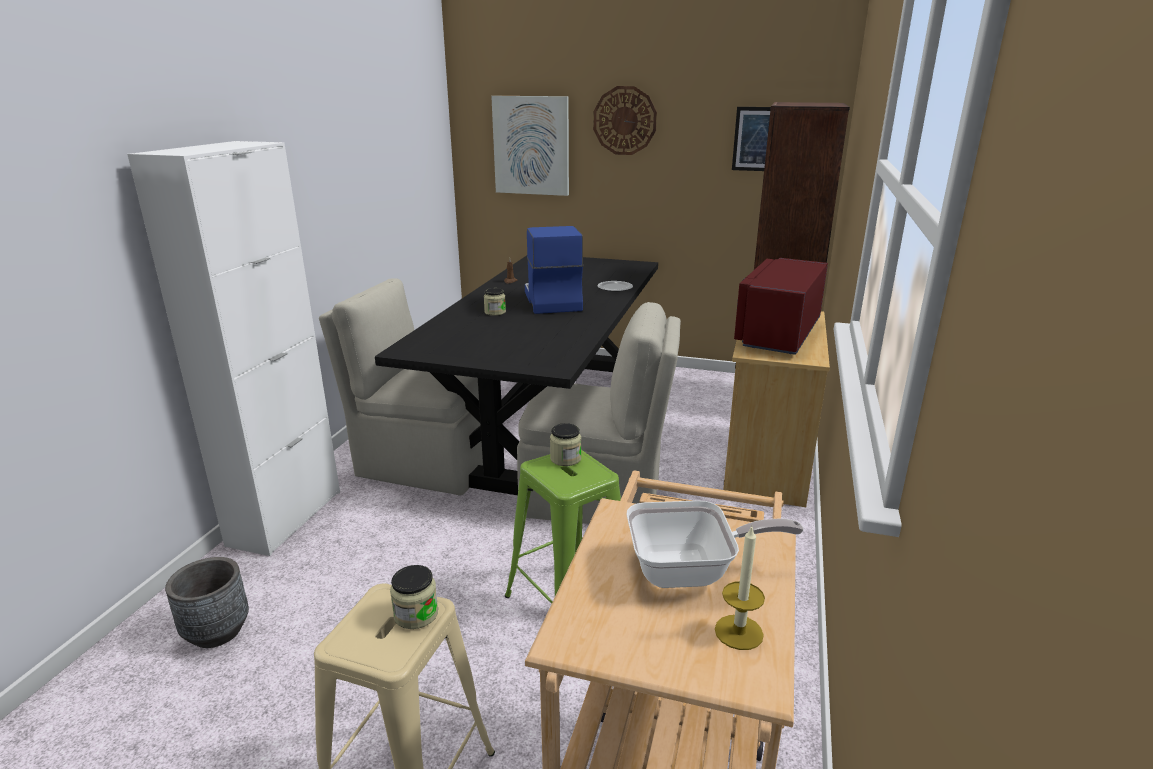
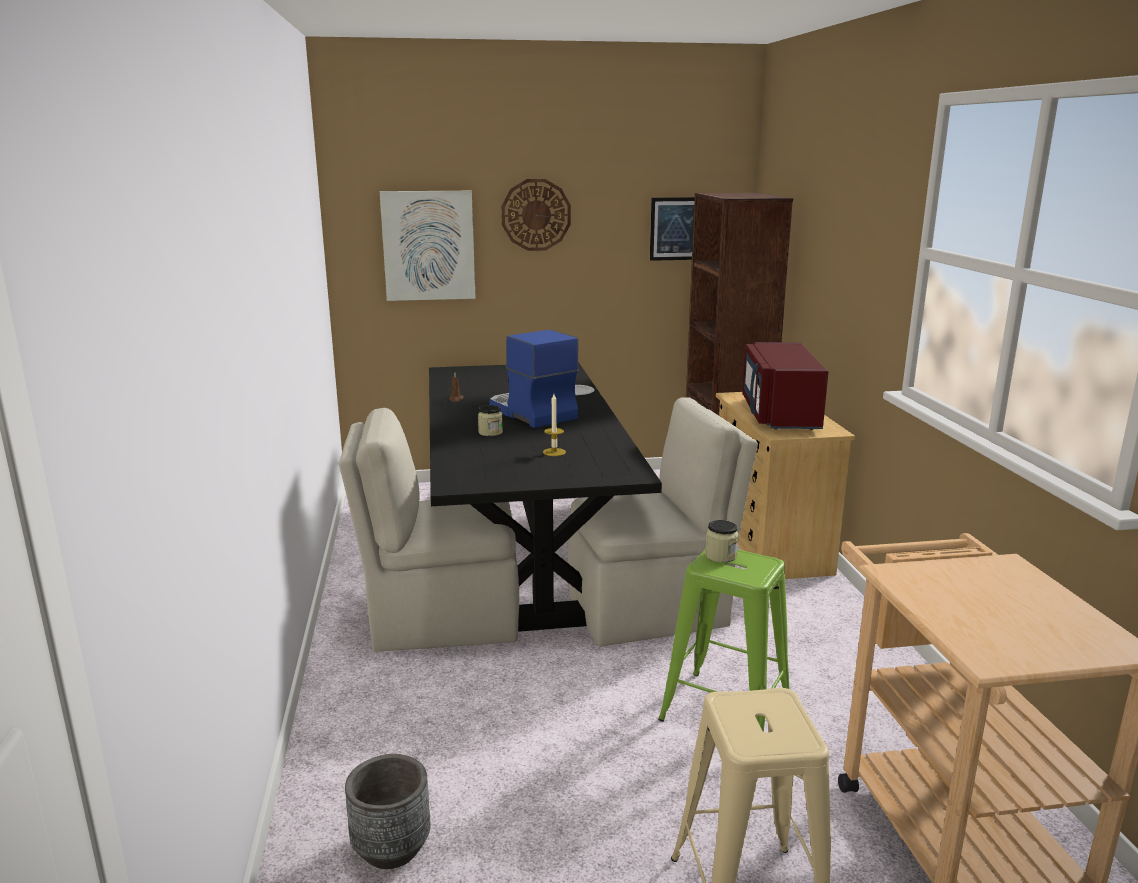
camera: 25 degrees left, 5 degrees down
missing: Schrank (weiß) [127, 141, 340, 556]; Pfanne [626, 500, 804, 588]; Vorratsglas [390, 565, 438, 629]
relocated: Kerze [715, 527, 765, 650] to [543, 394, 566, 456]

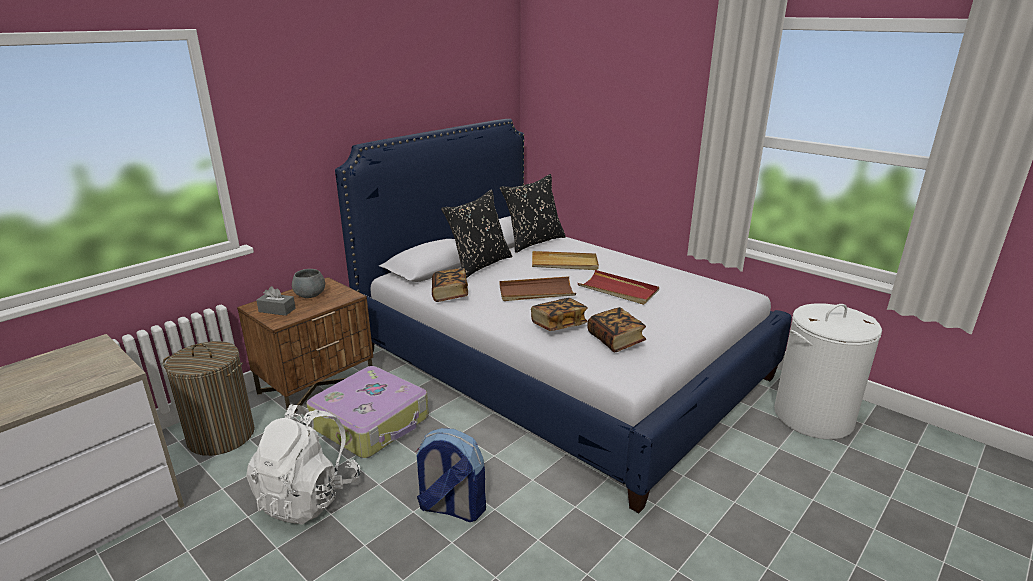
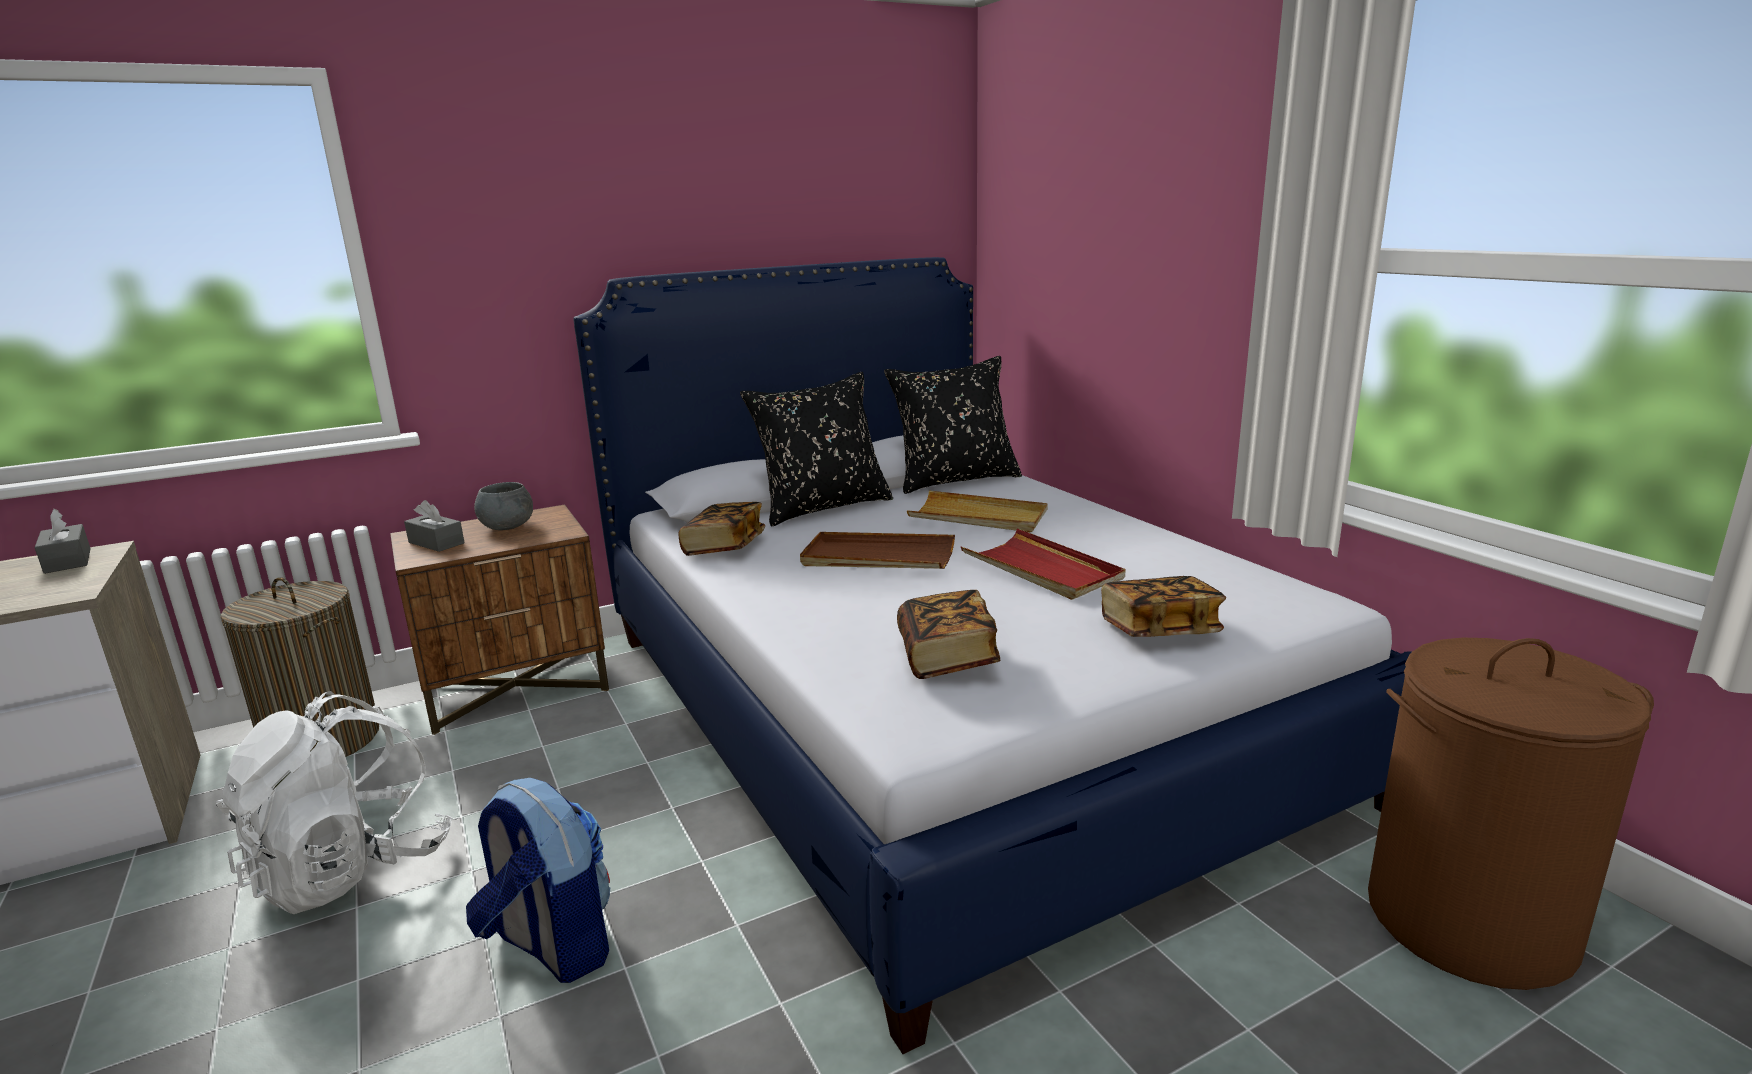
camera: 20 degrees right, 5 degrees down
missing: Koffer [306, 366, 429, 458]
appeared: Taschentuchbox (grau) [34, 509, 91, 574]
relocated: Buch [531, 298, 587, 331] to [1101, 576, 1226, 637]
colour: Wäschekorb (weiß) [774, 303, 882, 439] to Wäschekorb (braun) [1368, 638, 1654, 990]

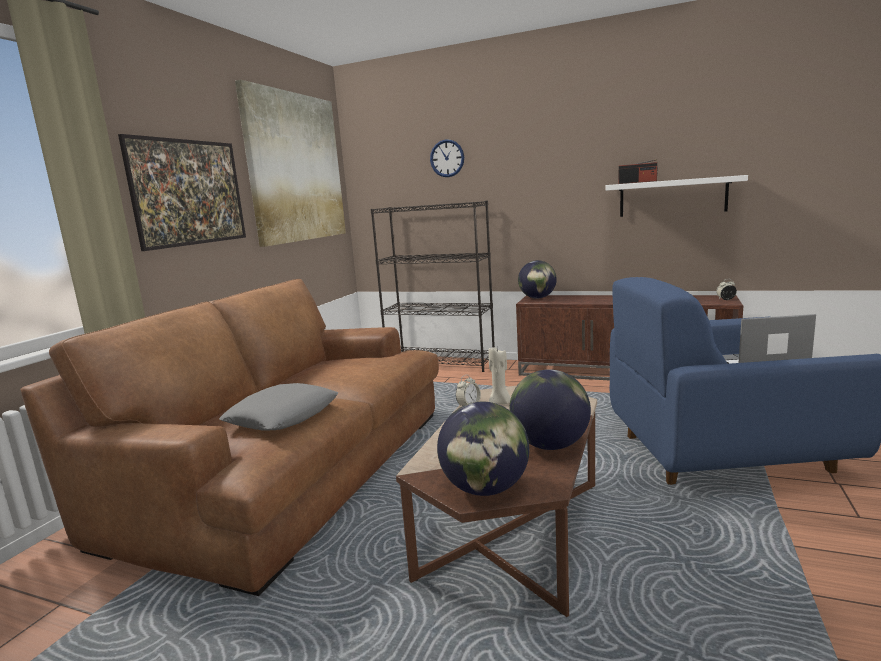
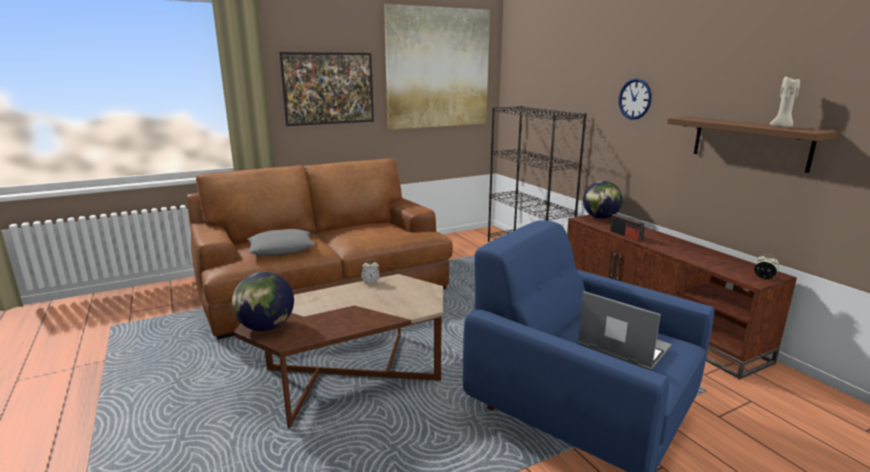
camera: 40 degrees right, 5 degrees up
missing: Globus [509, 369, 591, 450]
relocated: Wanduhr [430, 139, 464, 177] to [619, 78, 652, 120]; Radio [619, 159, 658, 184] to [610, 214, 645, 241]; Kerze (beige) [488, 347, 511, 404] to [770, 77, 800, 128]
colour: Wandregal (weiß) [606, 175, 748, 217] to Wandregal (braun) [667, 117, 838, 173]

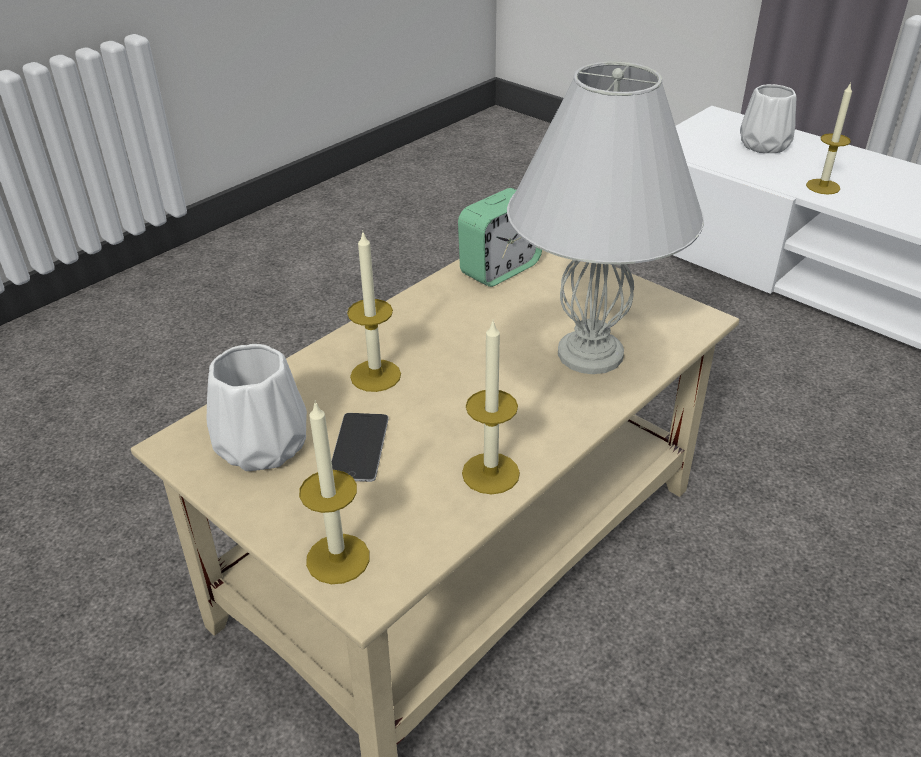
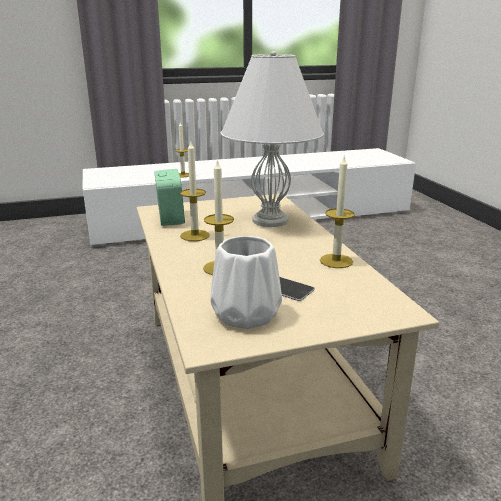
camera: 60 degrees left, 15 degrees down
missing: Vase (weiß) [740, 84, 796, 153]
relocated: Kerze [299, 400, 370, 584] to [180, 140, 210, 241]

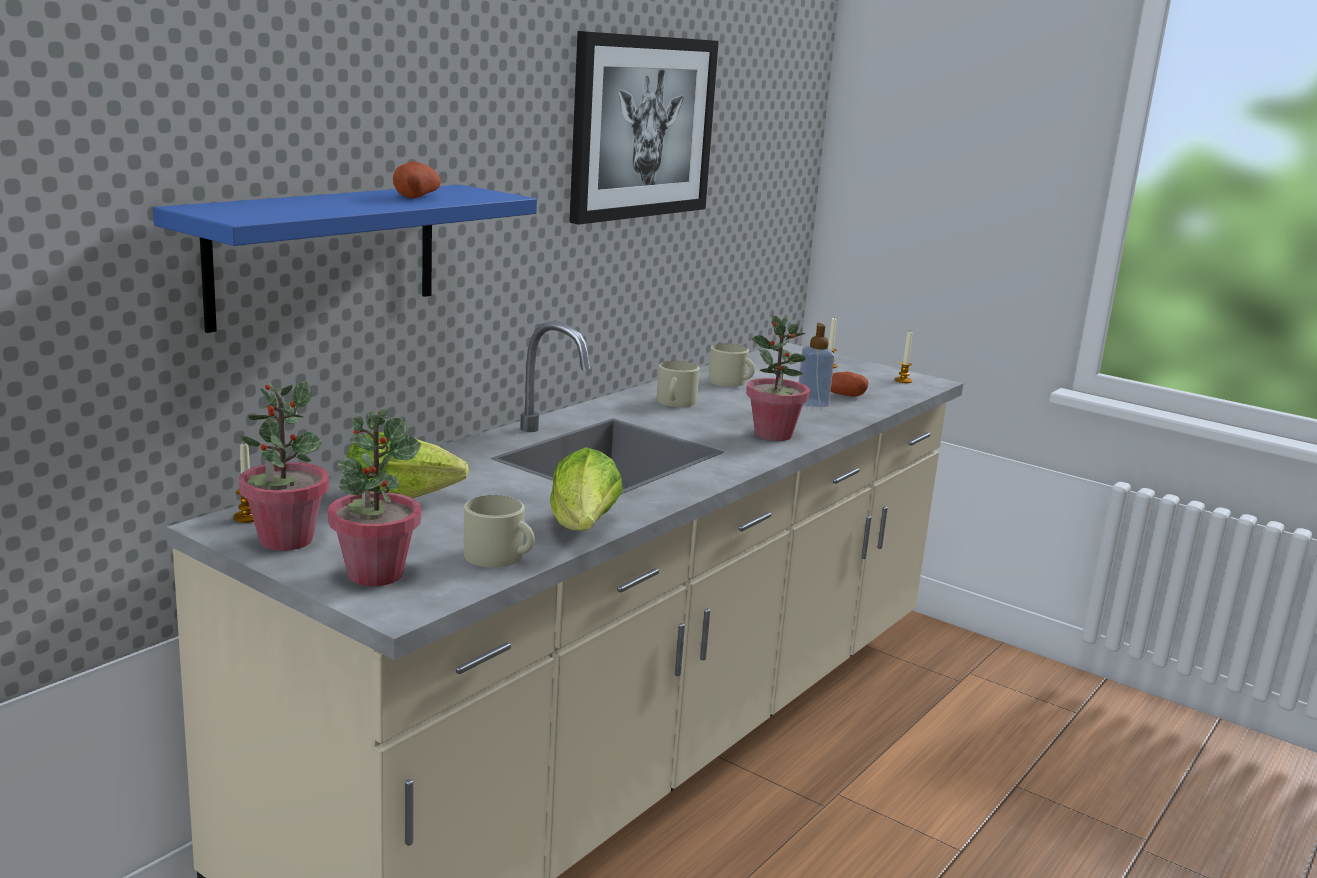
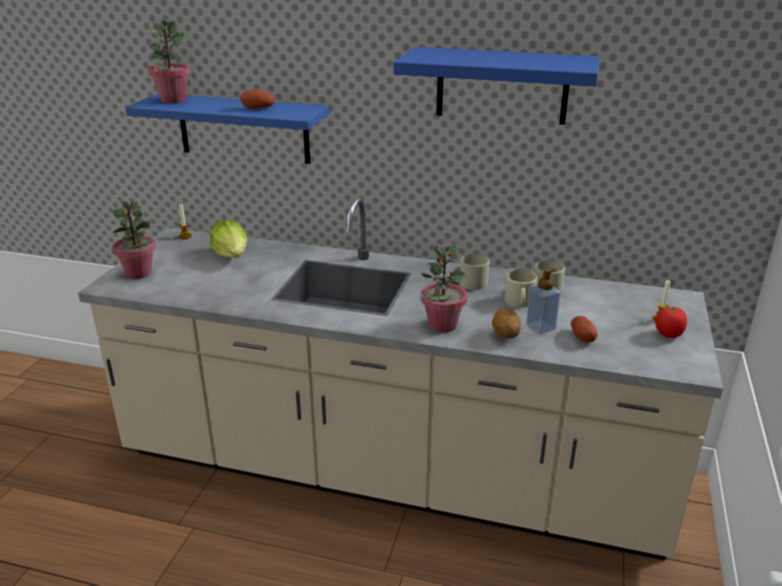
camera: 70 degrees right, 10 degrees up
missing: Kerze [895, 332, 912, 383]; Salatkopf [550, 447, 623, 531]
appeared: Tomate [655, 306, 687, 338]; Kartoffel [492, 308, 521, 339]
relocated: Topfpflanze [239, 381, 329, 551] to [148, 20, 190, 103]; Henkelbecher (beige) [464, 495, 535, 568] to [505, 270, 537, 308]
exchanged: Bild [569, 31, 719, 225] to Wandregal (blau) [394, 47, 600, 125]

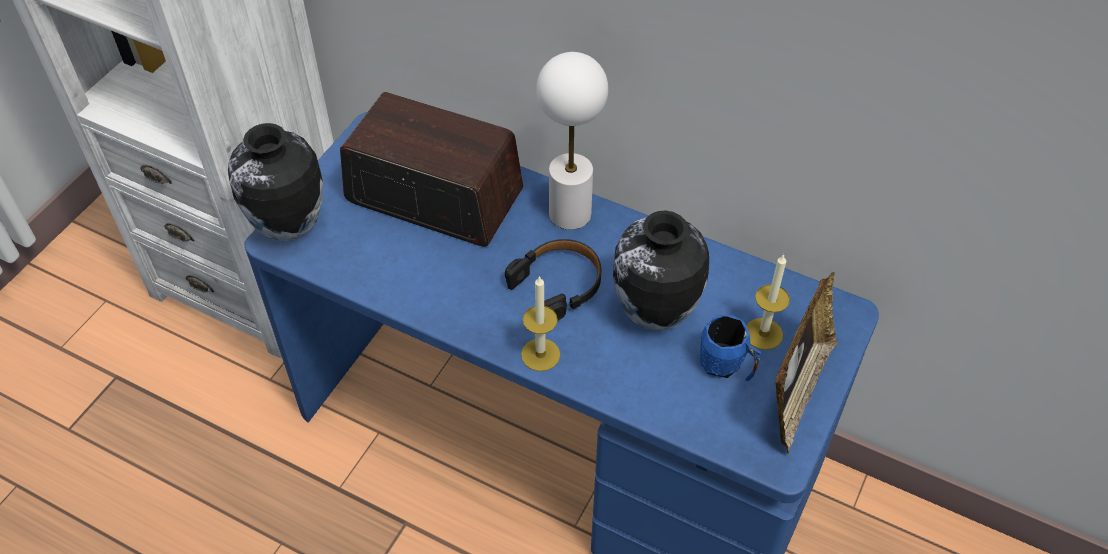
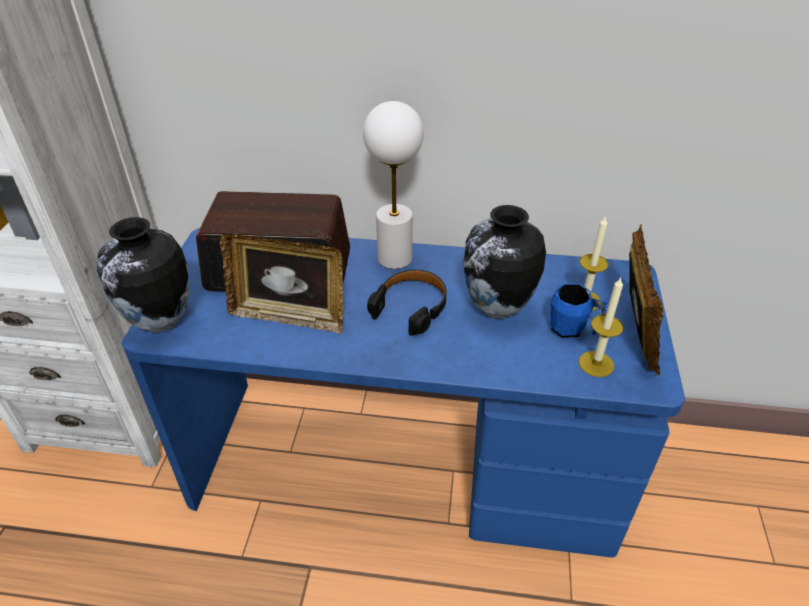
camera: 20 degrees left, 10 degrees down
appeared: Bilderrahmen [220, 234, 343, 334]
relocated: Kerze [521, 276, 560, 371] to [579, 278, 623, 377]

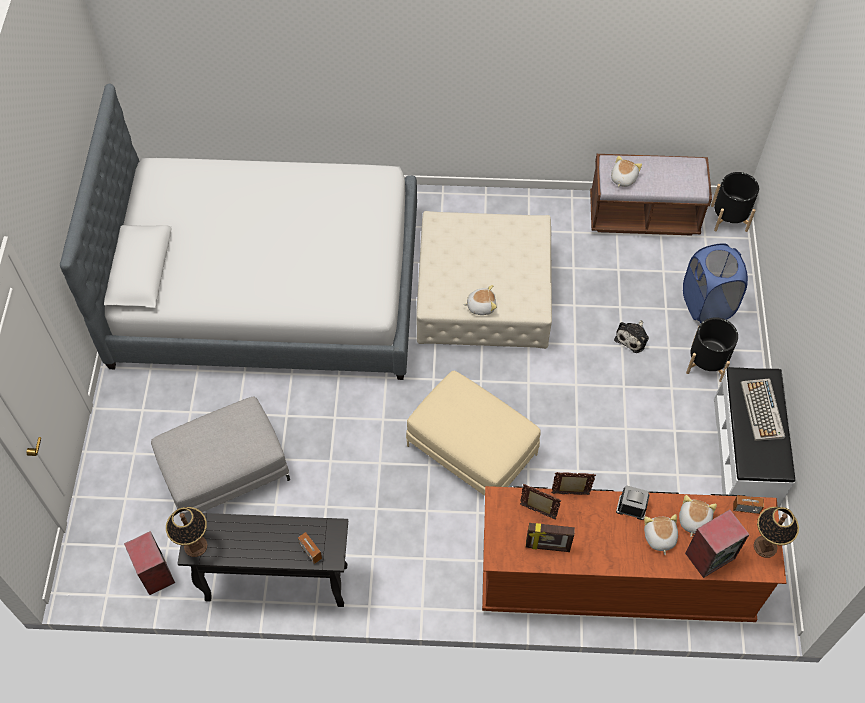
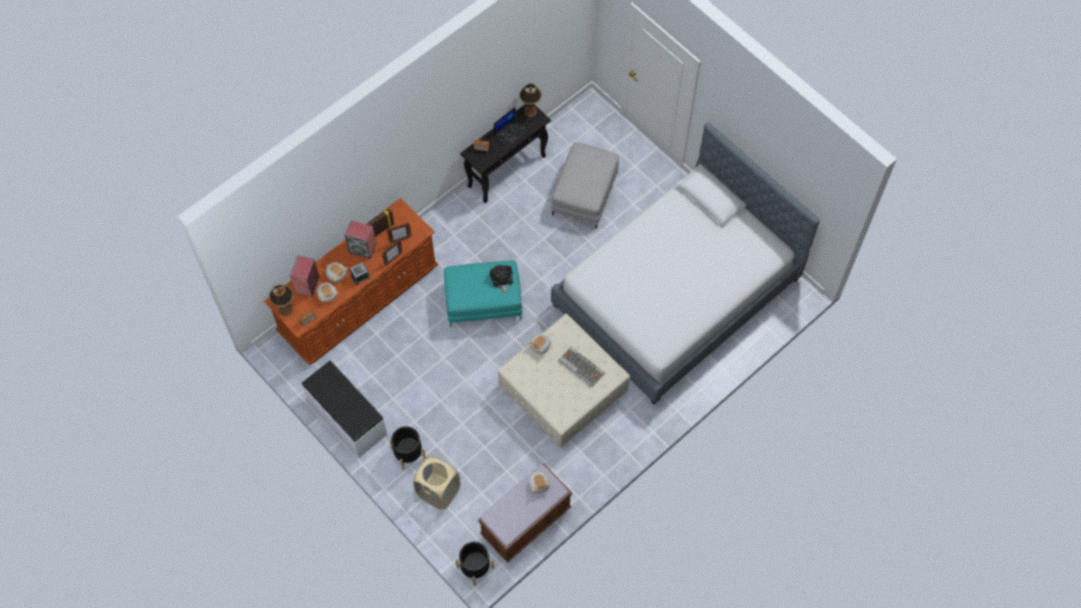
camera: 135 degrees right, 5 degrees up
appeared: Laptop [494, 107, 530, 148]
relocated: Plüschtier [614, 320, 649, 353] to [490, 265, 513, 294]; Tastatur [741, 378, 785, 441] to [558, 347, 605, 387]; Lautsprecher [124, 531, 175, 595] to [345, 221, 377, 259]
colour: Wäschekorb (blau) [683, 243, 748, 323] to Wäschekorb (beige) [413, 456, 460, 510]; Polsterhocker (beige) [406, 371, 541, 496] to Polsterhocker (türkis) [444, 261, 522, 327]

